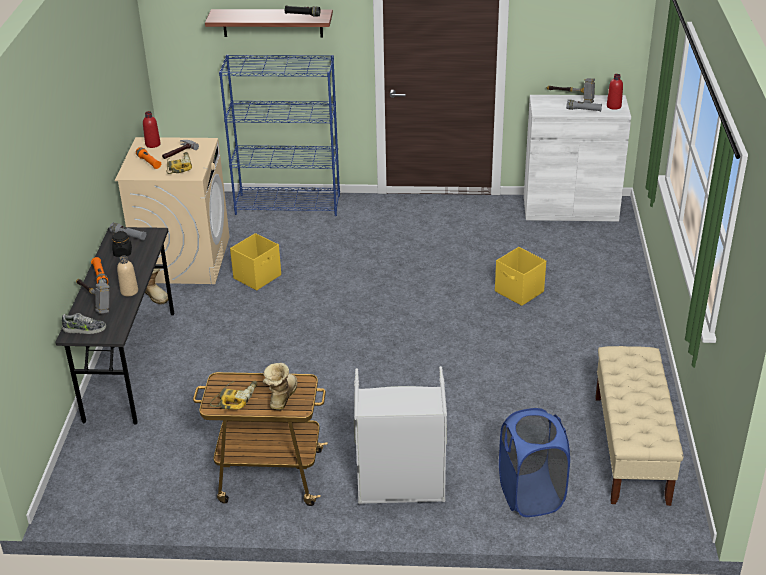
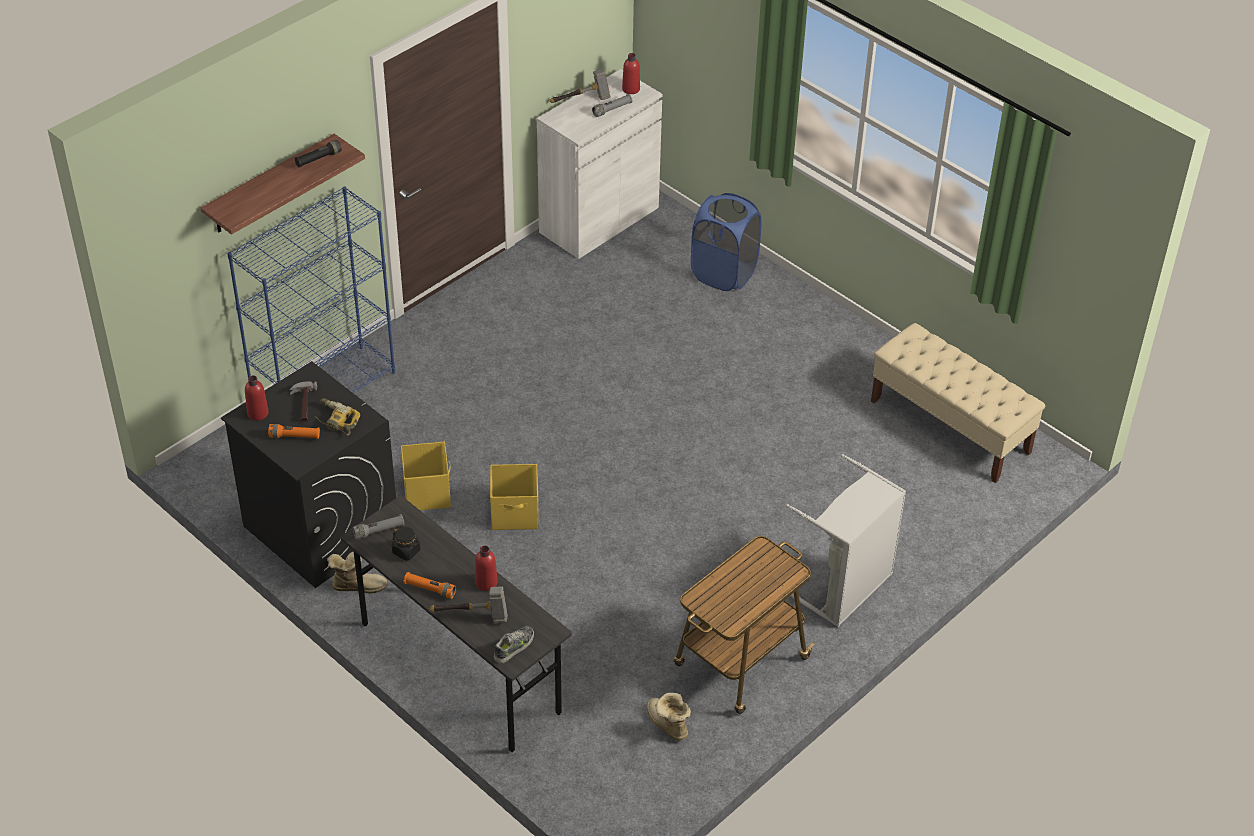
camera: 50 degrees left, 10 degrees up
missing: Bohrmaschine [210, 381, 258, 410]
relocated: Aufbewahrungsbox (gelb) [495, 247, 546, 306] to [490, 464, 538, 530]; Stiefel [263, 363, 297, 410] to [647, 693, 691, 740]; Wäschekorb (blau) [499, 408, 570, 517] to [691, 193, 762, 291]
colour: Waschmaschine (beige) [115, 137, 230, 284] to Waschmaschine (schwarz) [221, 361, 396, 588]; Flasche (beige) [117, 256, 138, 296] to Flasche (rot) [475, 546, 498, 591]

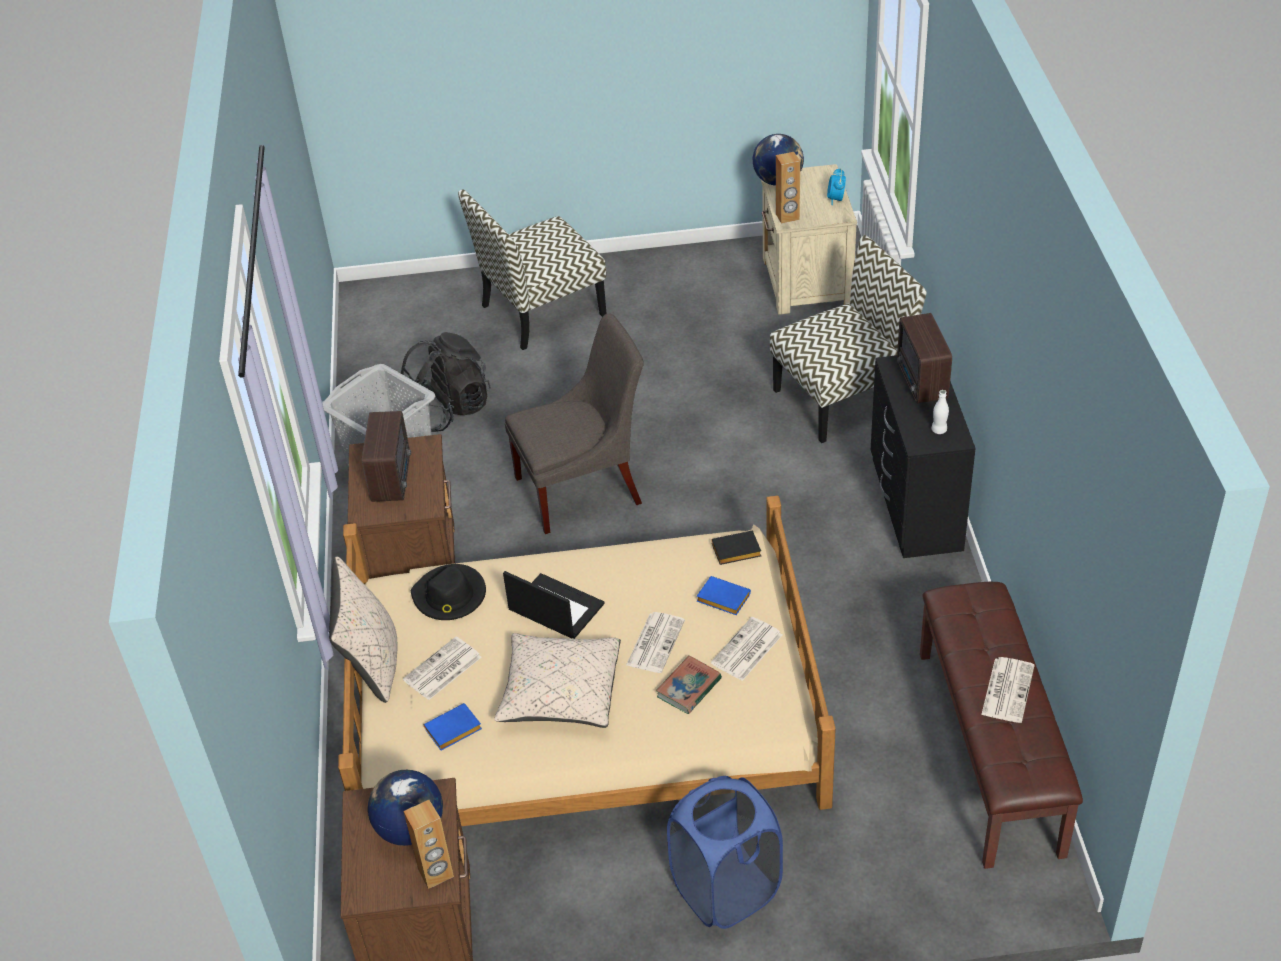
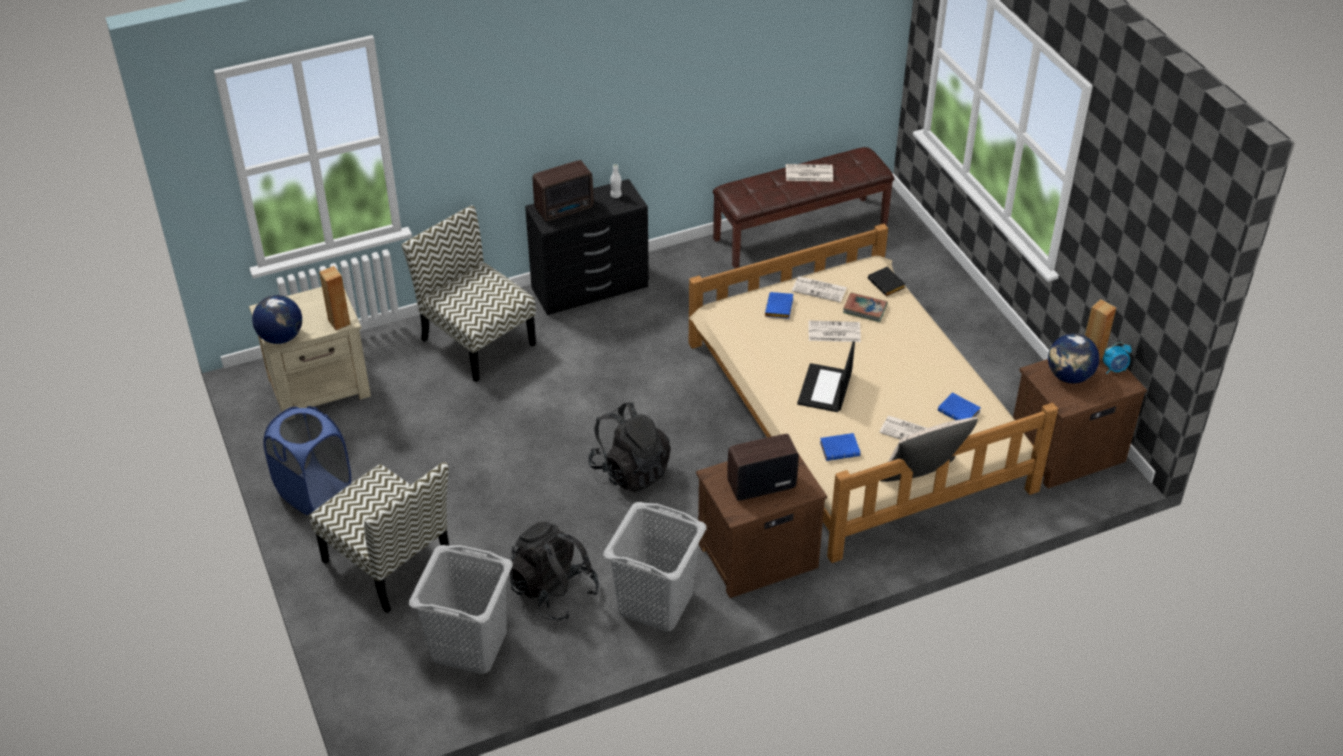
camera: 110 degrees left, 0 degrees up
missing: Kissen (beige) [494, 633, 621, 728]
appeared: Wäschekorb (grau) [409, 545, 513, 674]
relocated: Wecker [827, 168, 846, 205] to [1103, 342, 1132, 374]; Buch (schwarz) [711, 531, 761, 565] to [868, 267, 905, 296]; Wäschekorb (blau) [667, 776, 783, 929] to [263, 406, 351, 515]
exchanged: Stuhl (grau) [505, 313, 643, 534] to Rucksack (schwarz) [588, 402, 671, 492]; Hut (schwarz) [411, 564, 486, 620] to Buch (blau) [820, 433, 860, 461]

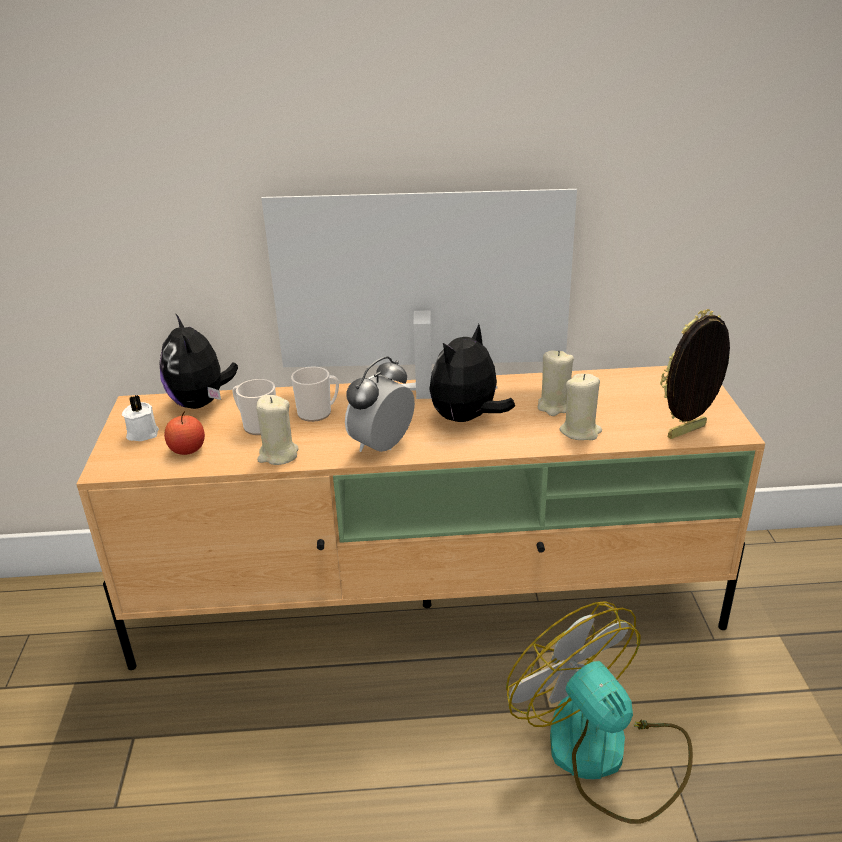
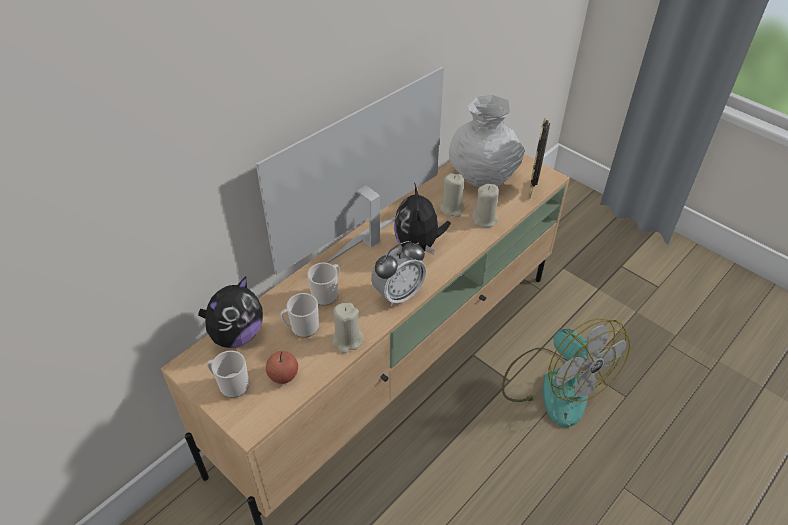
camera: 45 degrees left, 15 degrees up
appeared: Vase (weiß) [449, 95, 525, 187]
exchanged: Kerze (weiß) [122, 395, 159, 441] to Henkelbecher [207, 350, 249, 398]
spun: Plüschtier [160, 314, 238, 409] = [198, 276, 263, 348] 75 degrees counterclockwise; Wecker [345, 356, 415, 452] = [371, 241, 426, 307] 120 degrees counterclockwise; Ventilator [506, 601, 693, 824] = [502, 318, 630, 427] 135 degrees counterclockwise

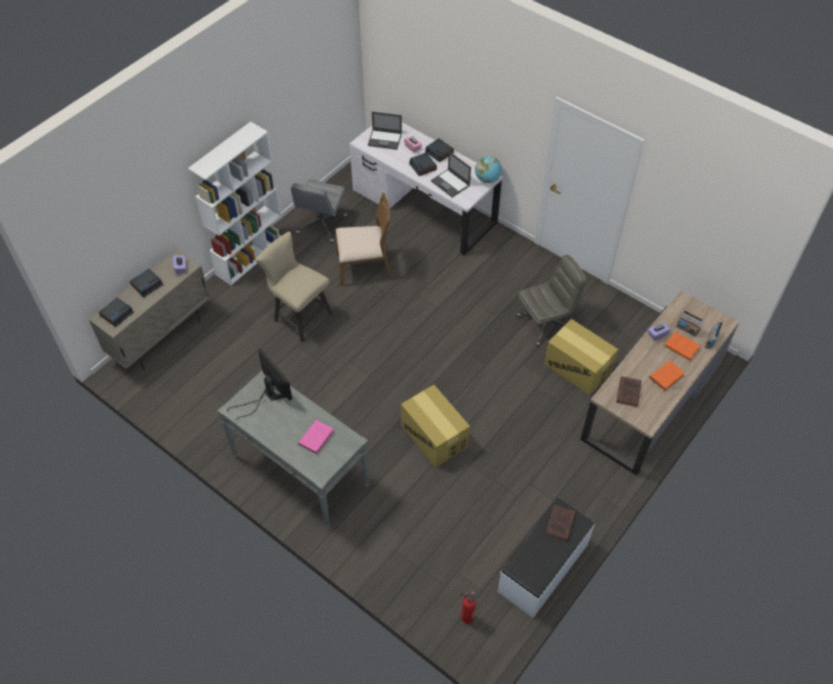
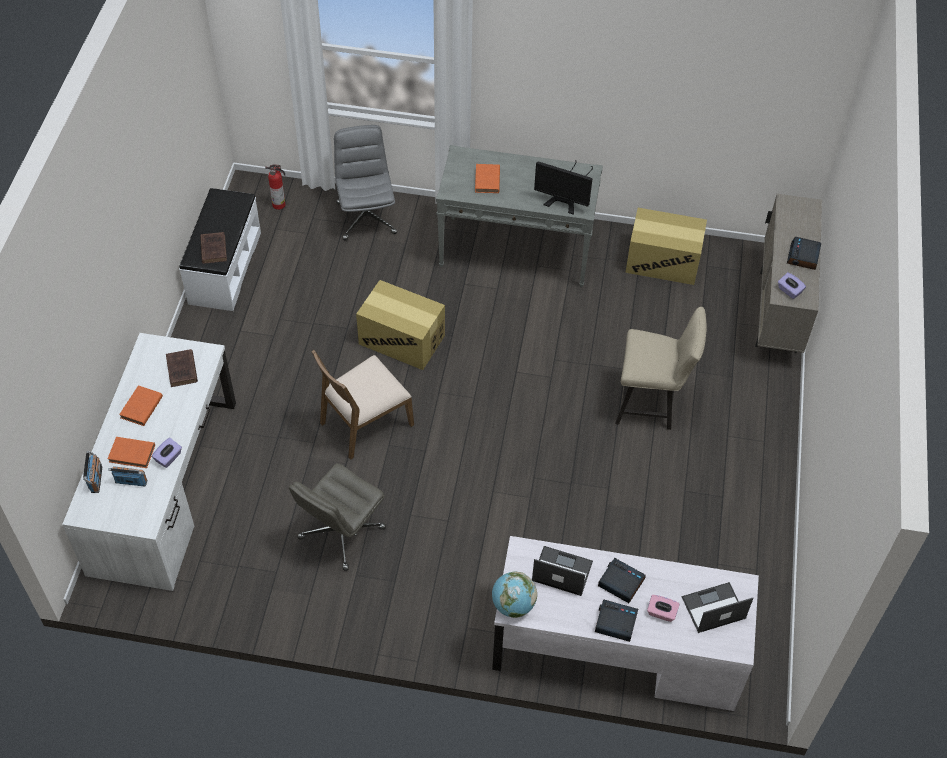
camera: 150 degrees right, 0 degrees up
missing: Bücherregal (weiß) [188, 122, 281, 285]; Wecker [99, 298, 133, 327]
relocated: Bürostuhl (grau) [291, 179, 348, 243] to [334, 125, 397, 240]; Stuhl (braun) [335, 193, 392, 286] to [312, 350, 414, 460]; Karton [544, 319, 619, 395] to [625, 208, 707, 285]
colour: Schreibtisch (braun) [580, 290, 739, 476] to Schreibtisch (weiß) [62, 333, 236, 591]; Buch (rosa) [298, 420, 334, 455] to Buch (orange) [475, 164, 500, 193]

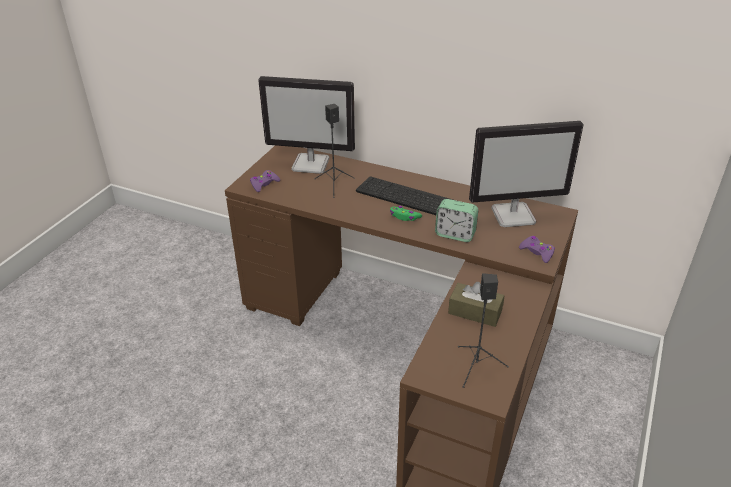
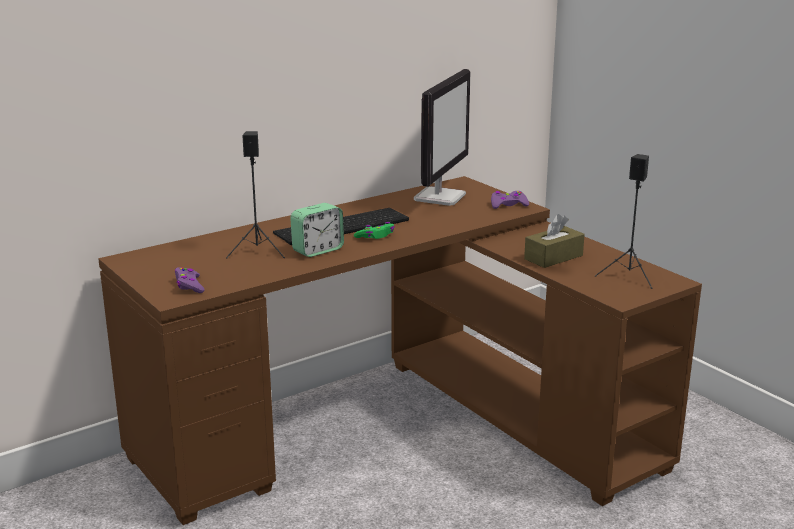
camera: 60 degrees left, 15 degrees down
missing: Monitor [258, 76, 355, 174]
relocated: Wecker [435, 199, 478, 242] to [290, 203, 344, 257]

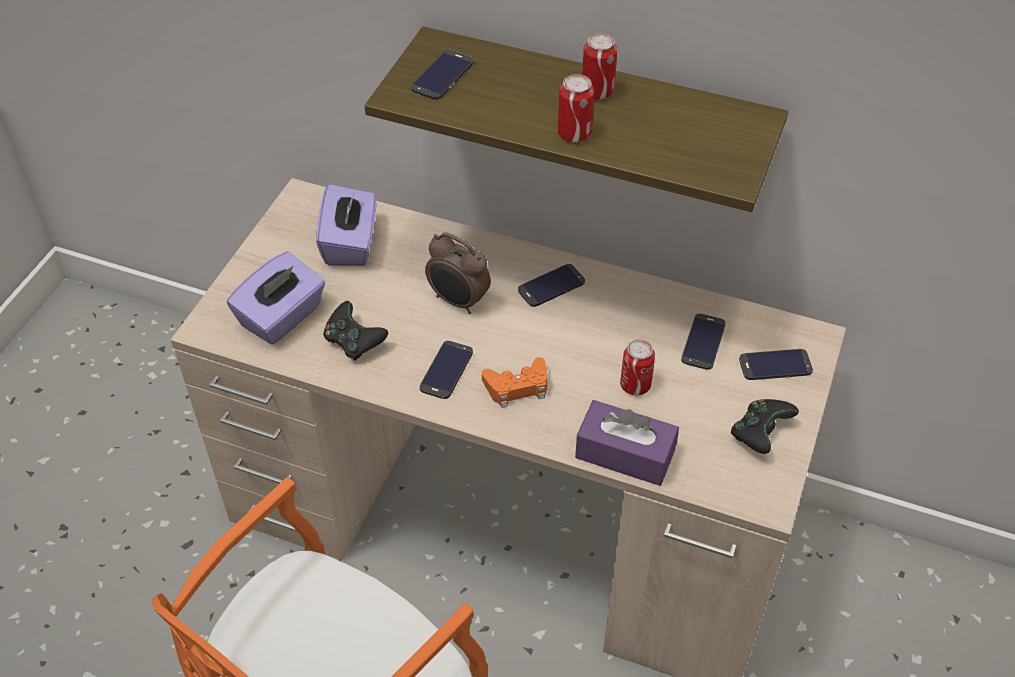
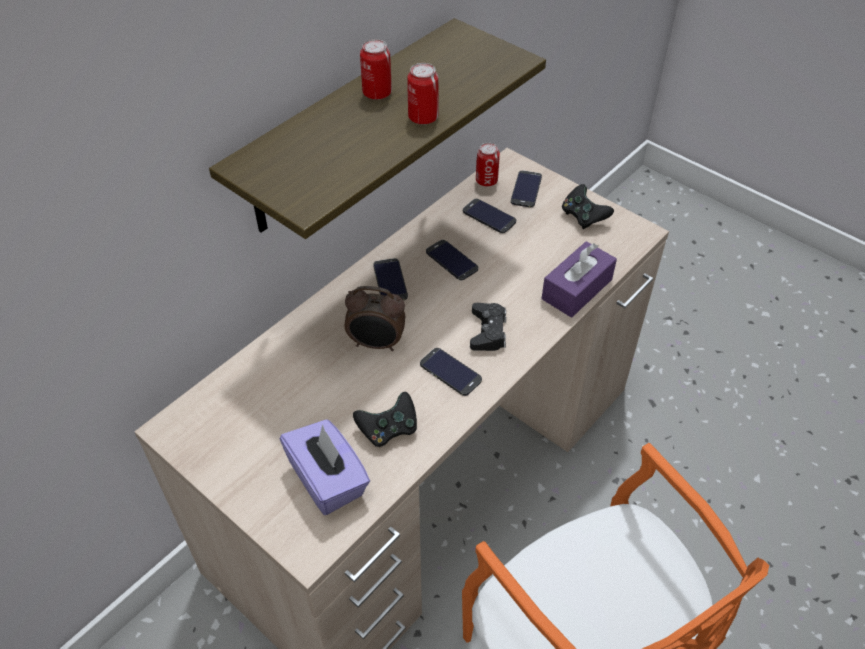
camera: 70 degrees left, 0 degrees up
missing: Taschentuchbox (lila) [316, 185, 376, 266]
relocated: Handy [411, 50, 474, 100] to [426, 240, 478, 280]; Dose [620, 339, 655, 395] to [476, 143, 500, 187]
colour: Gamepad (orange) [482, 357, 548, 408] to Gamepad (schwarz) [470, 303, 506, 351]
spun: Wecker [425, 232, 491, 314] = [344, 286, 405, 351] 45 degrees clockwise

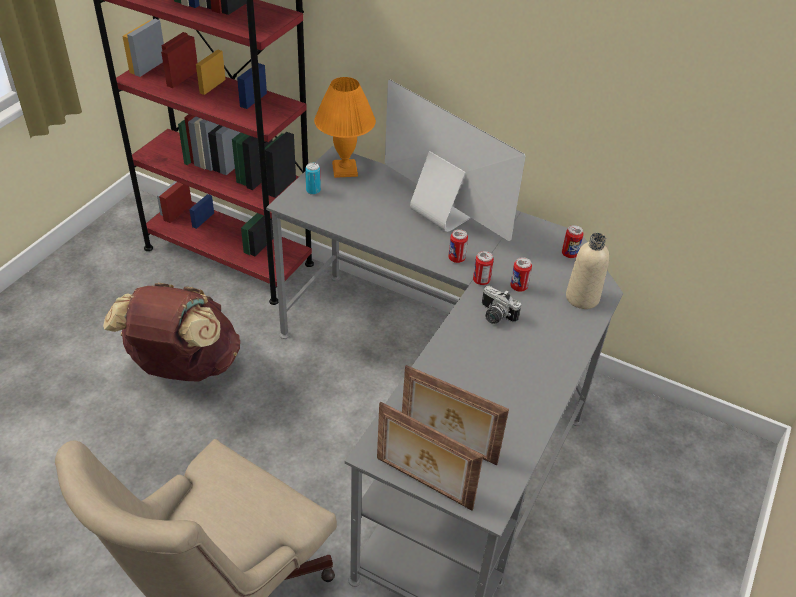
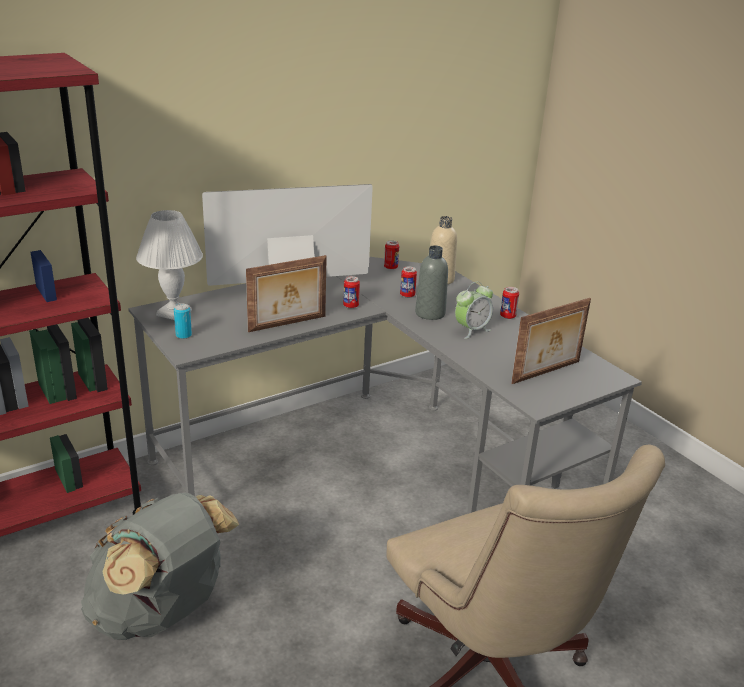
camera: 60 degrees left, 15 degrees down
appeared: Wecker [455, 282, 493, 339]
relocated: Dose [473, 251, 494, 285] to [500, 287, 519, 319]; Bilderrahmen [377, 402, 483, 511] to [246, 255, 327, 332]
exchanged: Kamera [482, 286, 521, 324] to Flasche (grau) [415, 245, 448, 320]
colour: Tischlampe (orange) [314, 77, 376, 178] to Tischlampe (weiß) [136, 210, 203, 320]; Rucksack (braun) [103, 283, 240, 382] to Rucksack (grau) [81, 492, 239, 640]

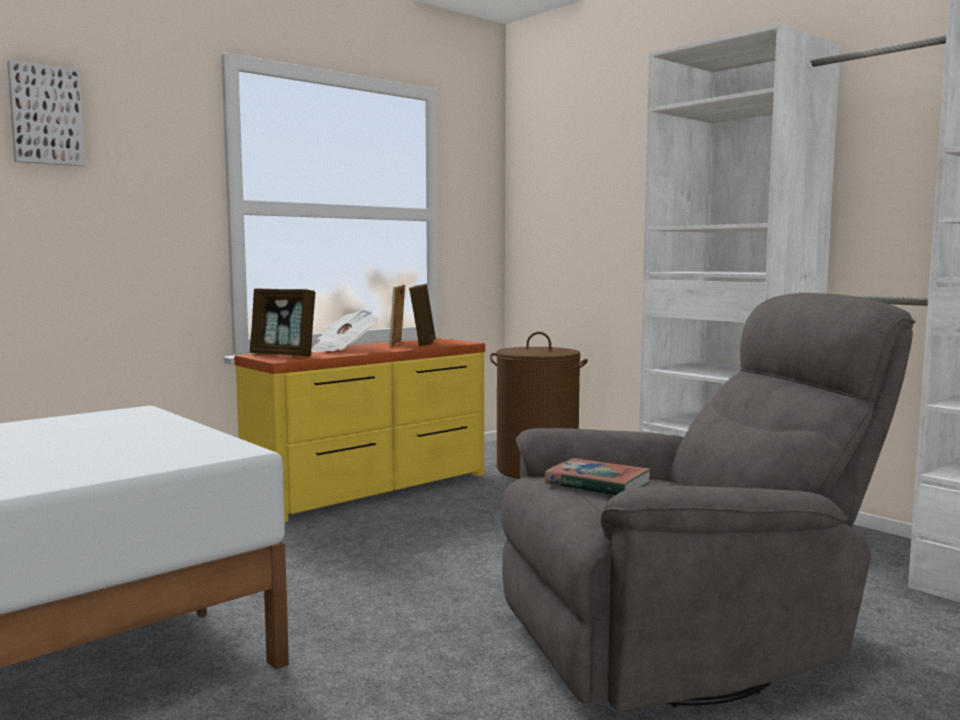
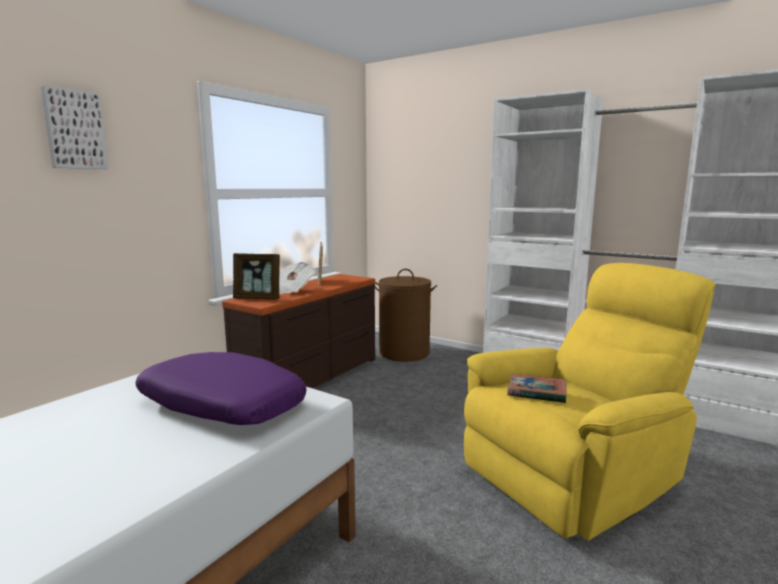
camera: 15 degrees left, 5 degrees up
missing: Bilderrahmen [409, 284, 436, 346]
appeared: Kissen (lila) [135, 352, 307, 425]
colour: Sessel (grau) [501, 293, 916, 712] to Sessel (gelb) [464, 263, 716, 541]; Kommode (gelb) [234, 338, 485, 522] to Kommode (braun) [222, 274, 375, 388]

